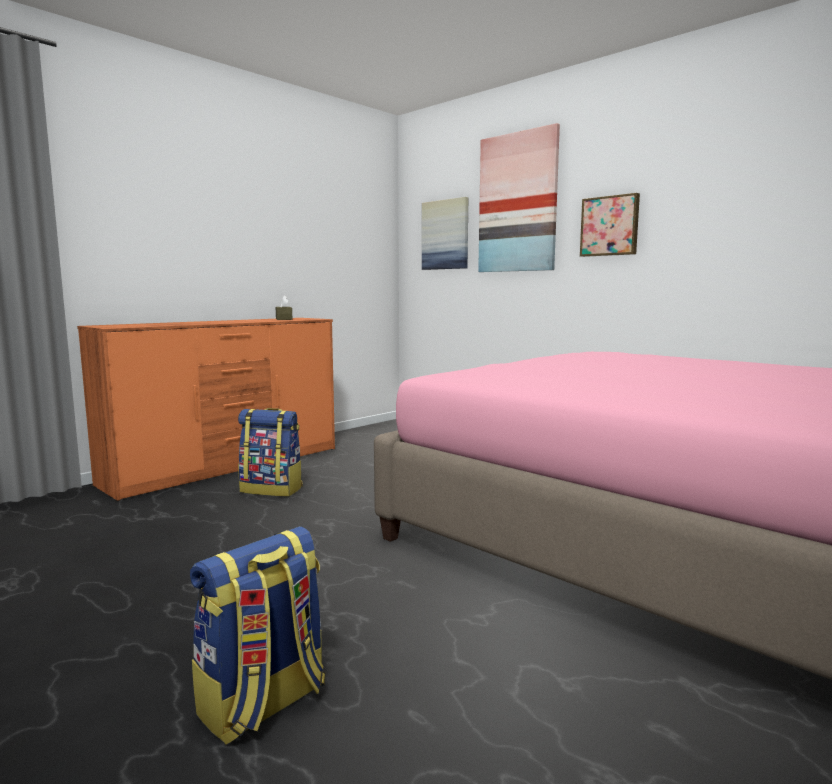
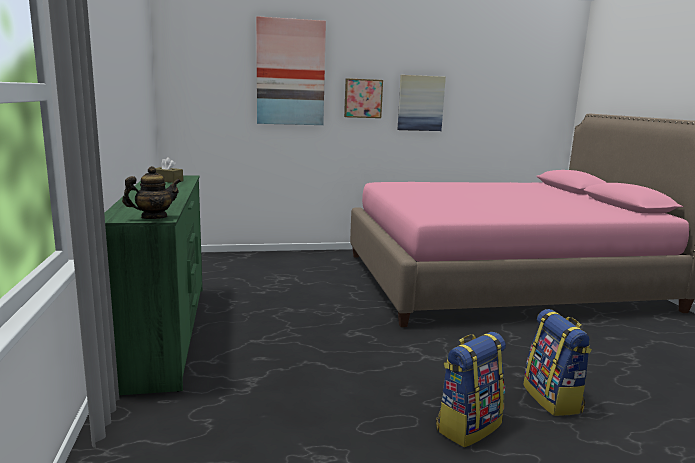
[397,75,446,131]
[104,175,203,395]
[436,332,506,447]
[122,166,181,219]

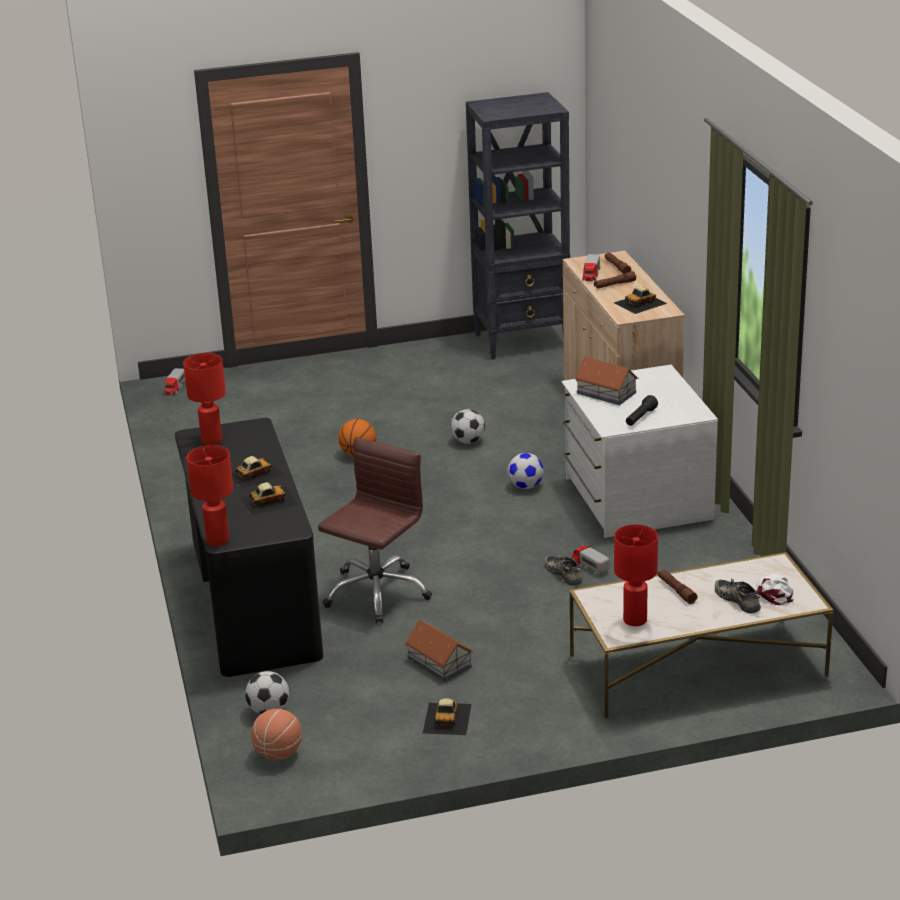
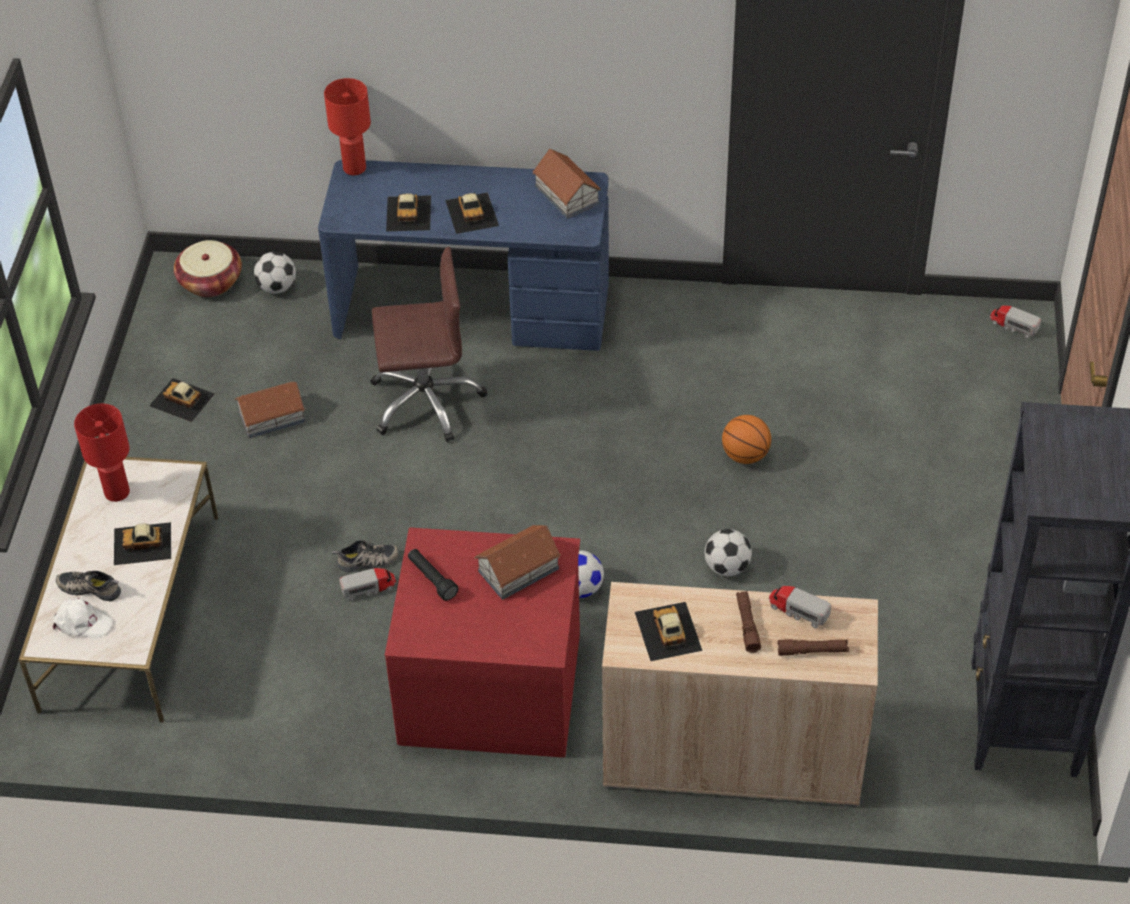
[533,149,601,219]
[385,528,580,757]
[318,160,609,351]
[370,247,487,442]
[114,522,171,565]
[56,571,121,601]
[174,240,242,297]

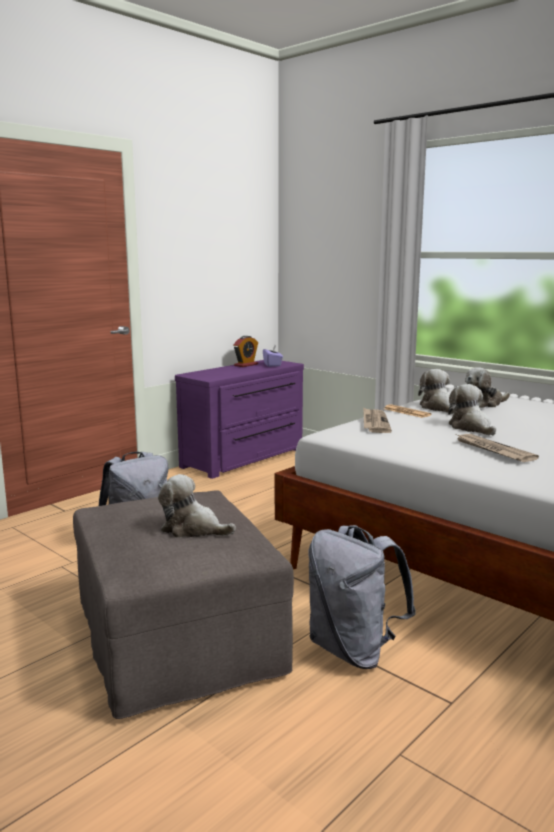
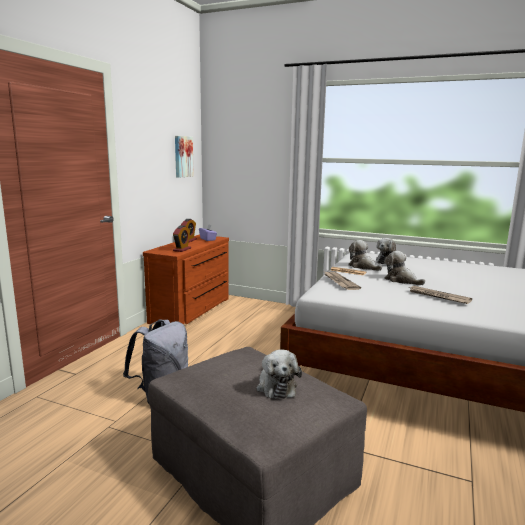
[143,235,229,325]
[256,350,302,400]
[308,525,416,669] (first image)
[175,136,194,178]
[173,225,191,252]

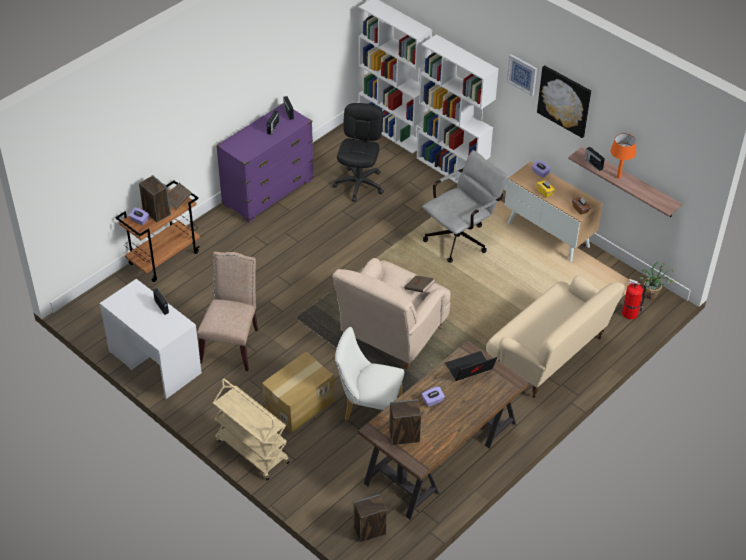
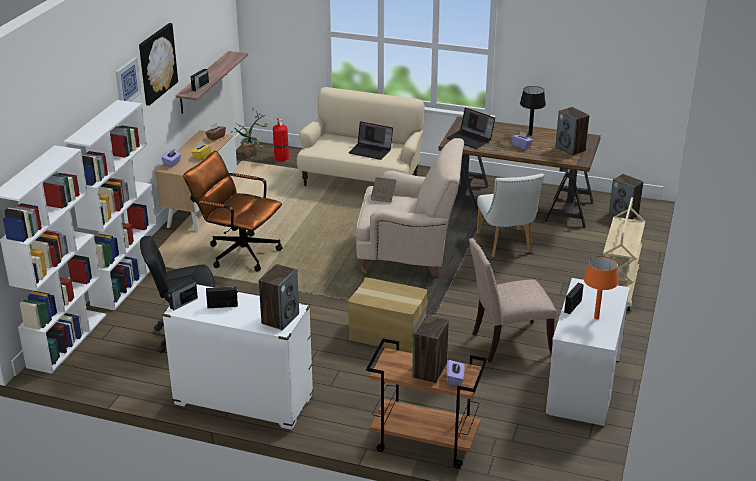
[162,284,313,430]
[584,256,619,319]
[183,151,283,272]
[168,183,192,210] (first image)
[347,277,428,353]
[520,86,546,136]
[349,121,393,160]
[259,264,299,331]

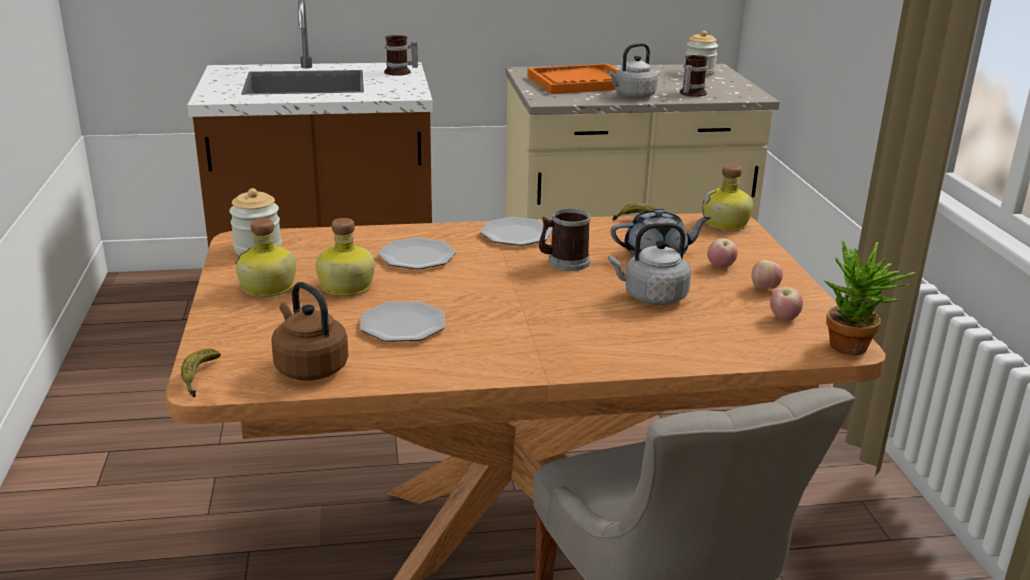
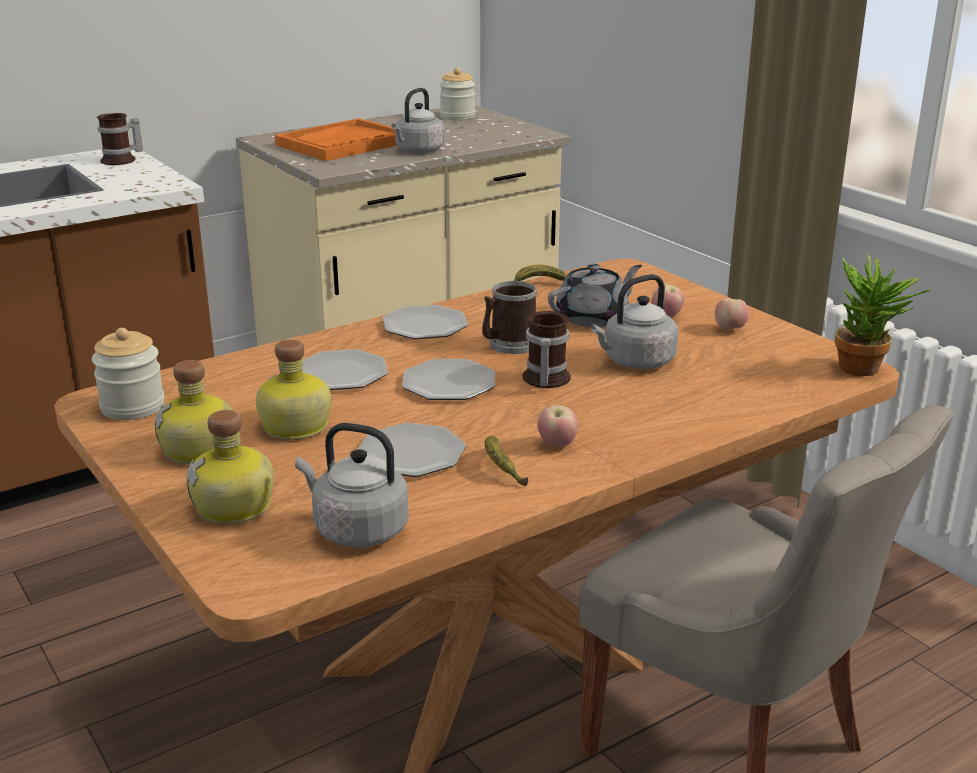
[523,311,571,388]
[187,410,274,524]
[295,423,409,547]
[537,405,578,447]
[485,436,528,486]
[402,359,495,400]

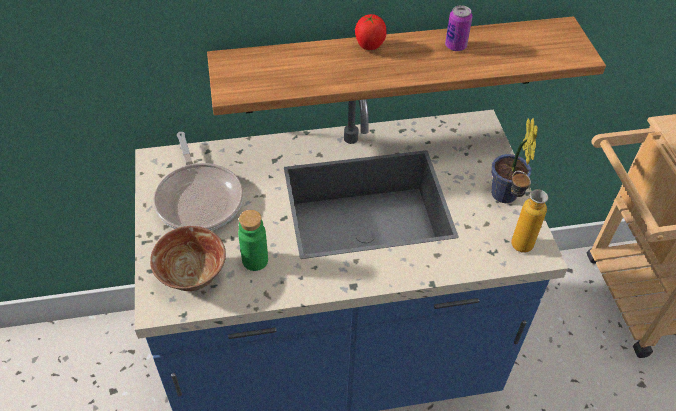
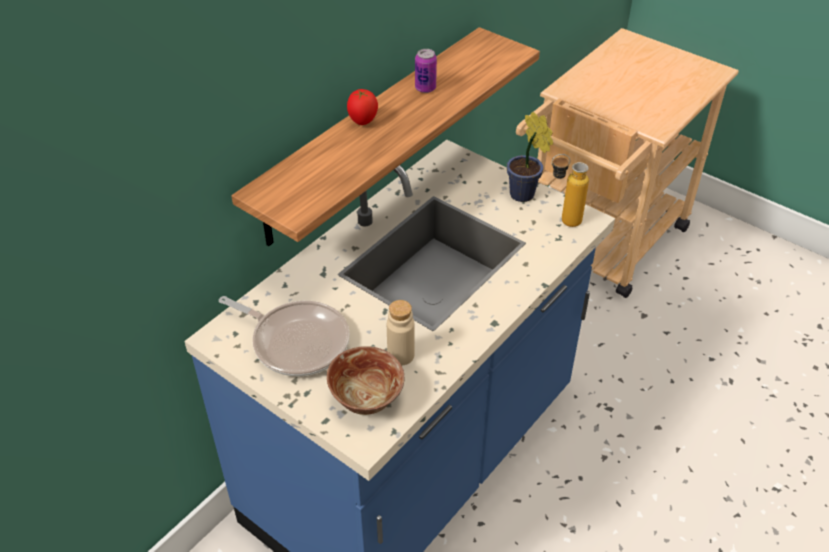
[387,300,415,365]

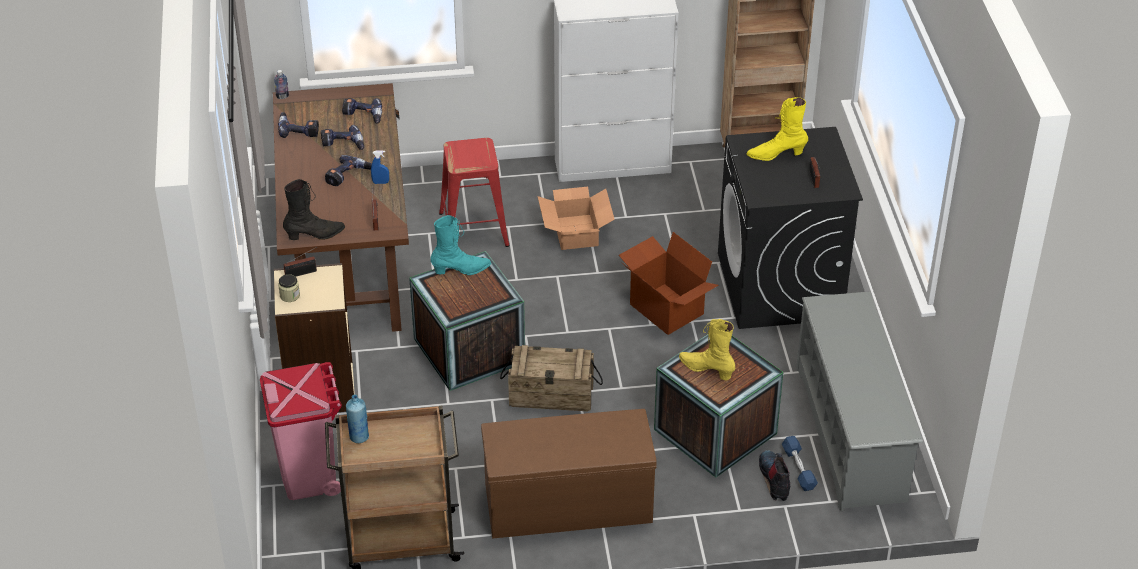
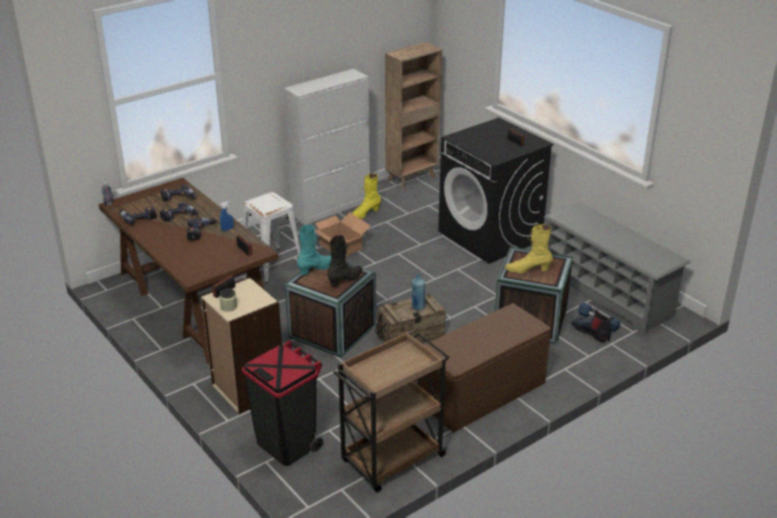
[352,173,381,219]
[243,192,301,283]
[328,235,363,287]
[619,232,719,335] (first image)
[242,341,323,466]
[412,274,425,311]

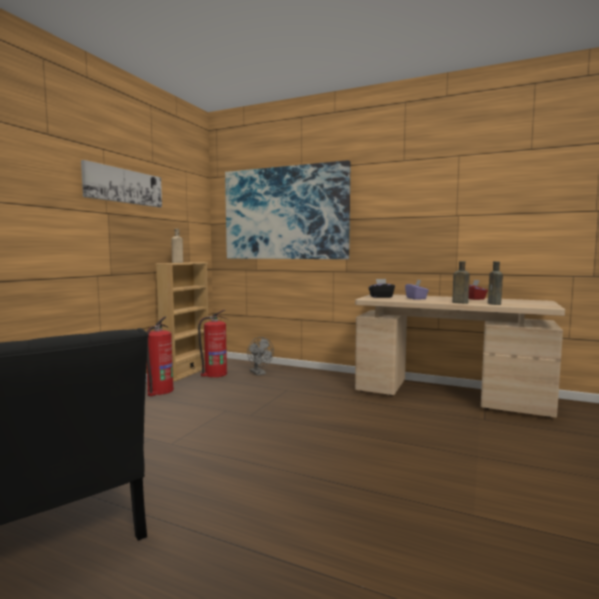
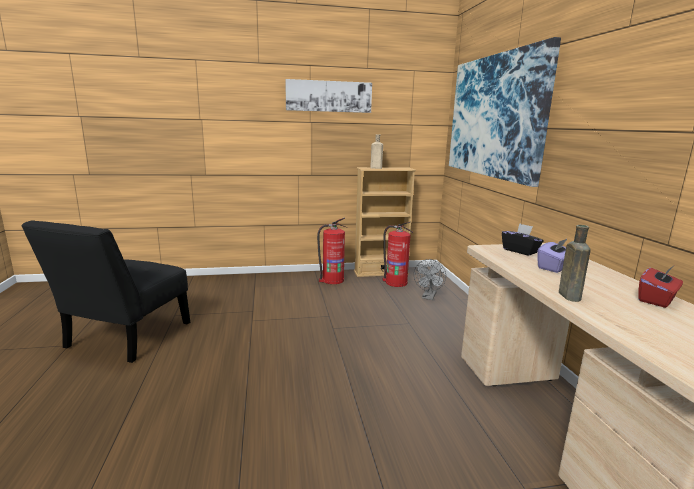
[488,261,503,305] (first image)

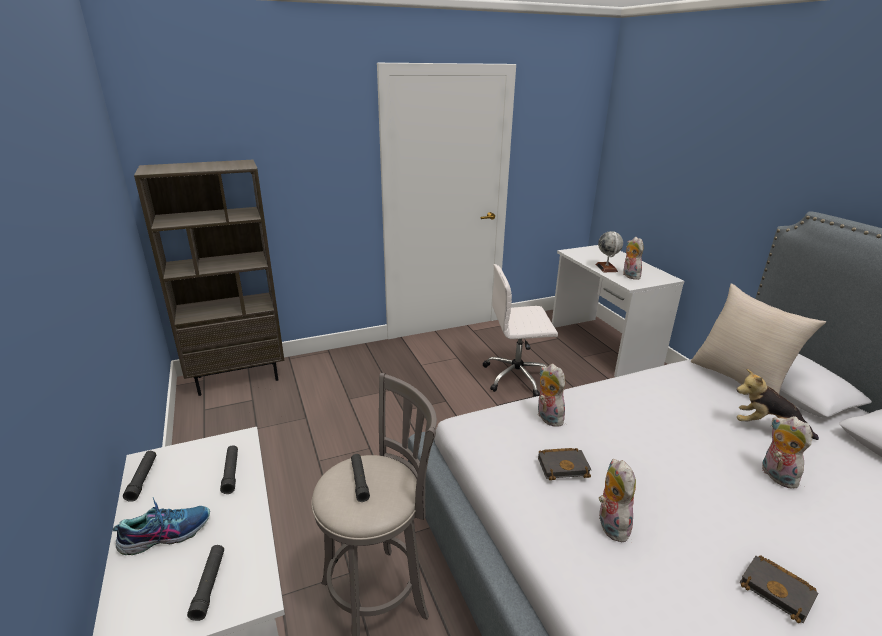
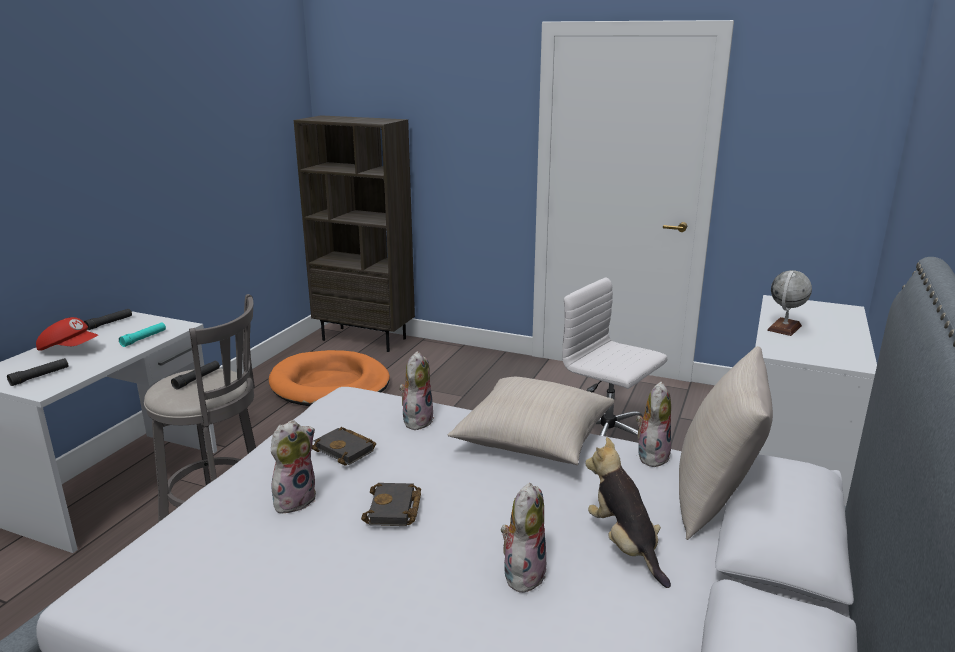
[636,381,671,467]
[119,322,166,347]
[36,317,98,351]
[361,483,421,526]
[269,350,390,406]
[448,377,615,465]

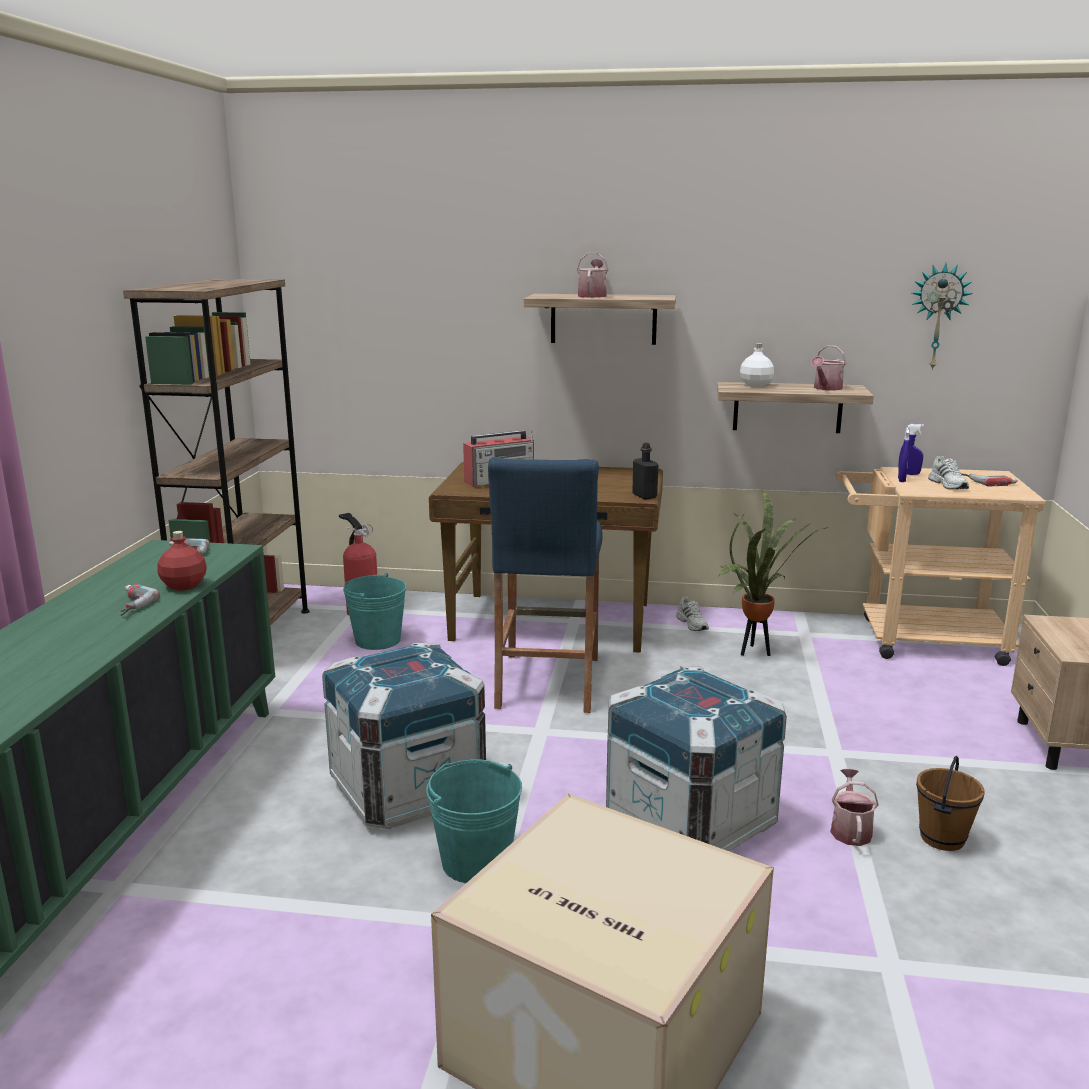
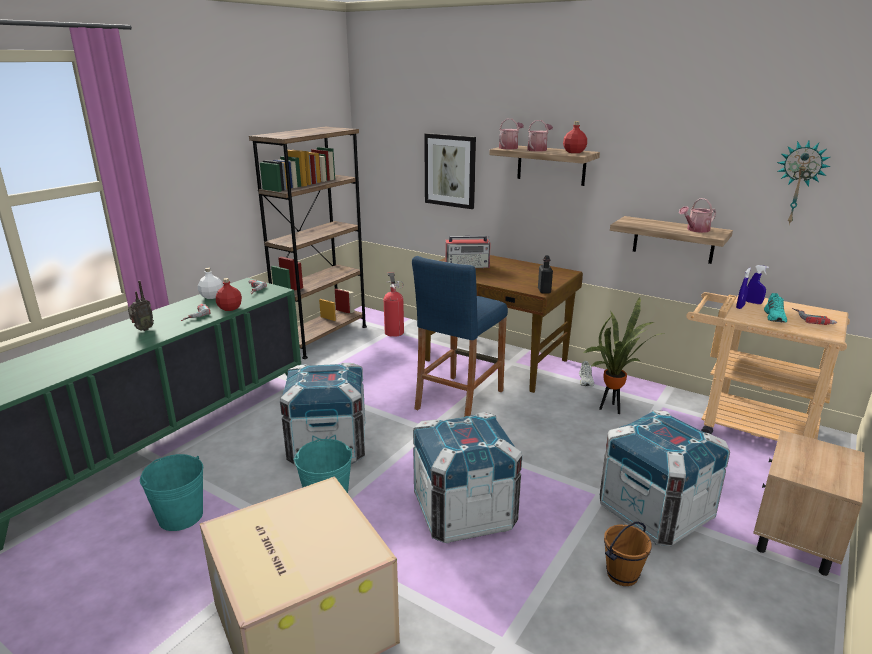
[198,268,223,299]
[764,293,787,323]
[140,454,203,531]
[499,119,524,149]
[563,121,587,153]
[424,133,476,209]
[128,281,154,331]
[600,410,730,546]

